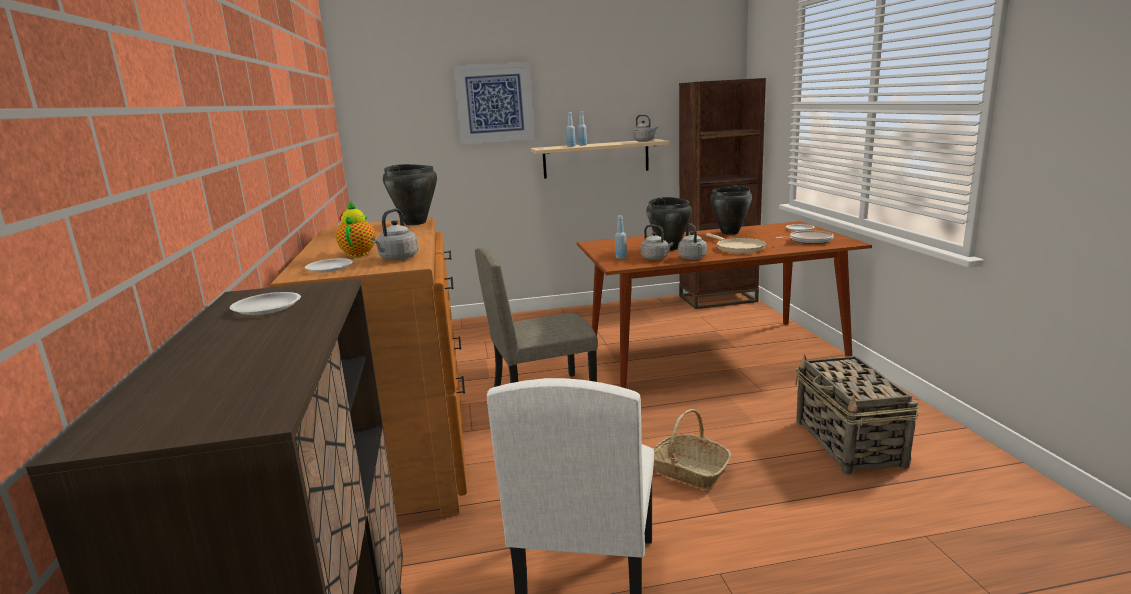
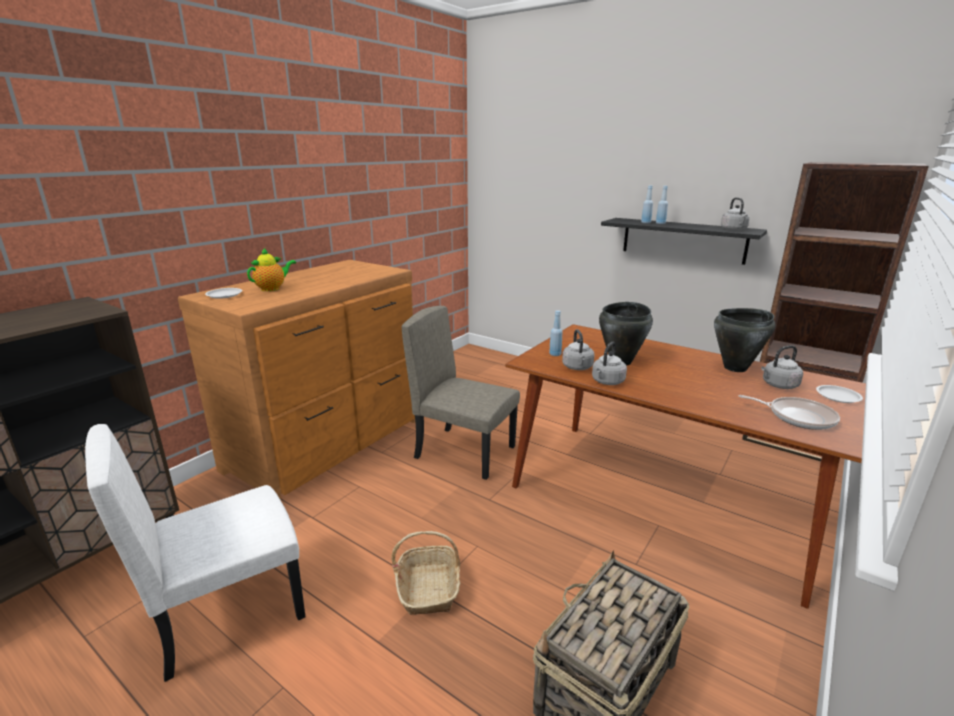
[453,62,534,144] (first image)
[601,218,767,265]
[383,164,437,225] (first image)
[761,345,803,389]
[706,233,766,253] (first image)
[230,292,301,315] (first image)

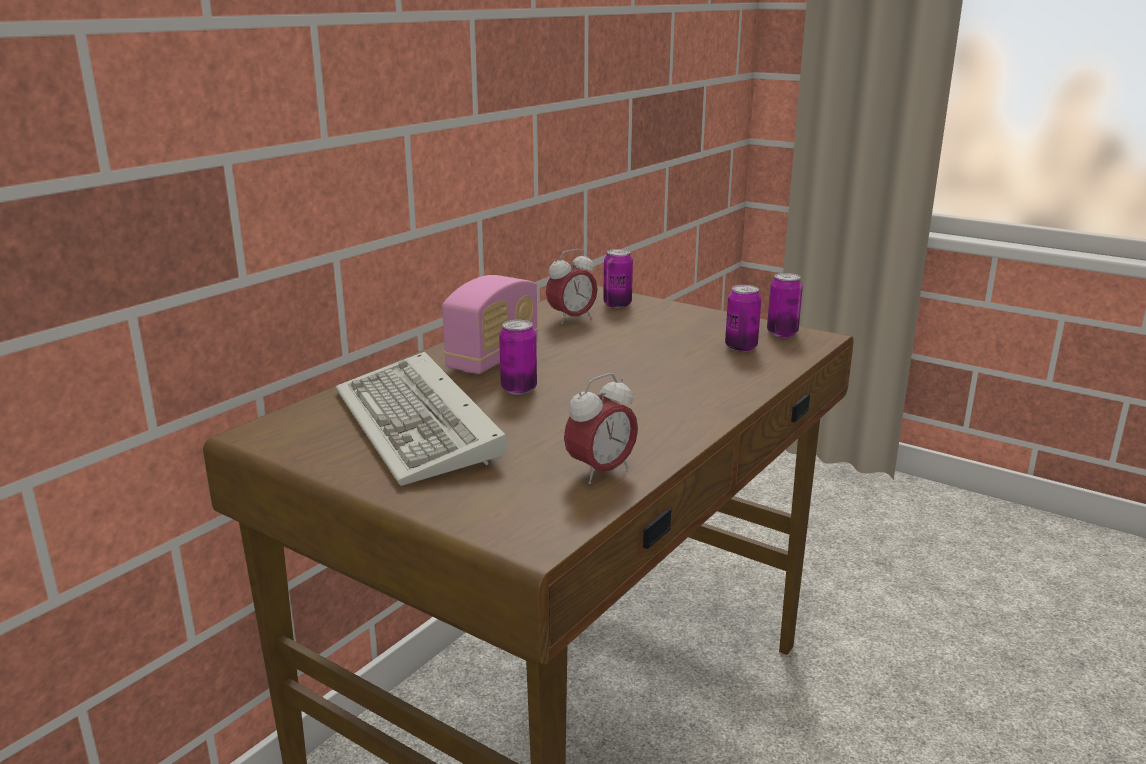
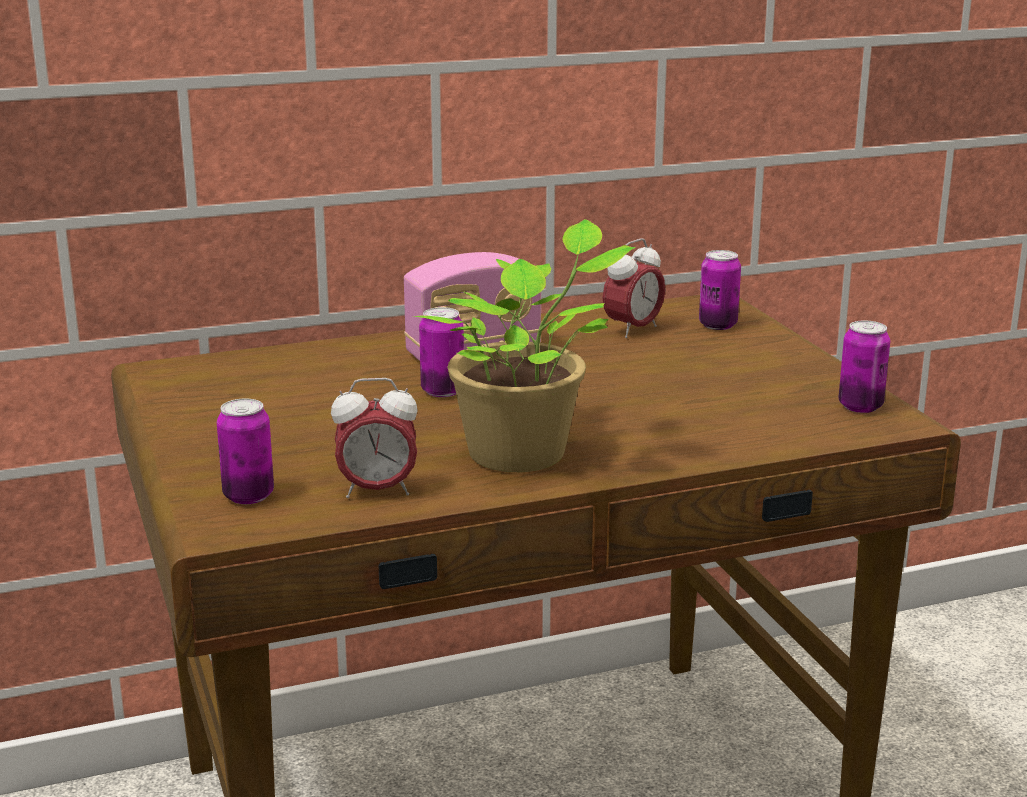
[603,238,665,338]
[217,399,274,504]
[336,352,508,486] (first image)
[413,219,636,472]

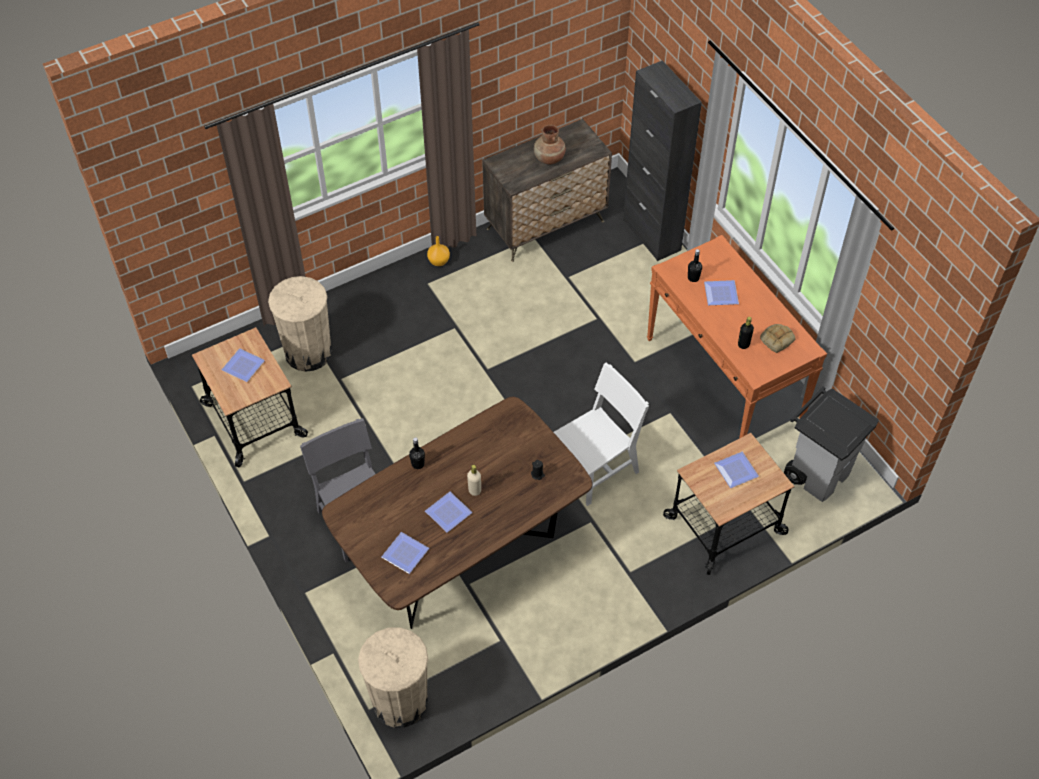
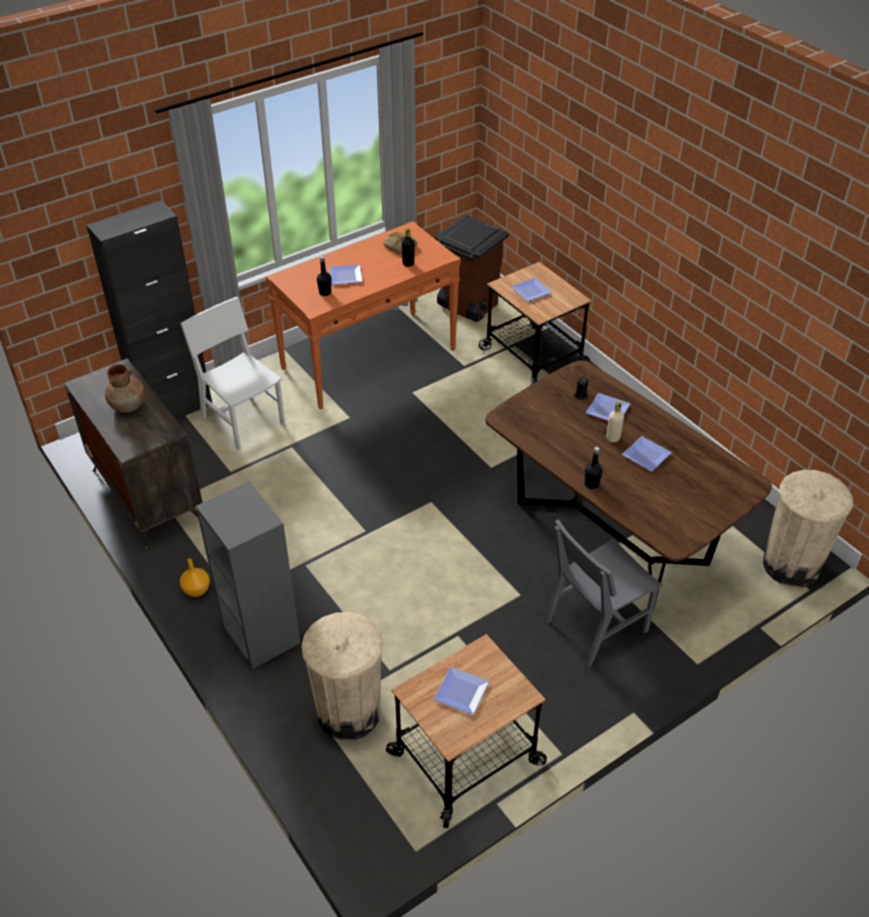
[180,297,285,450]
[435,215,509,322]
[586,393,631,421]
[196,482,300,669]

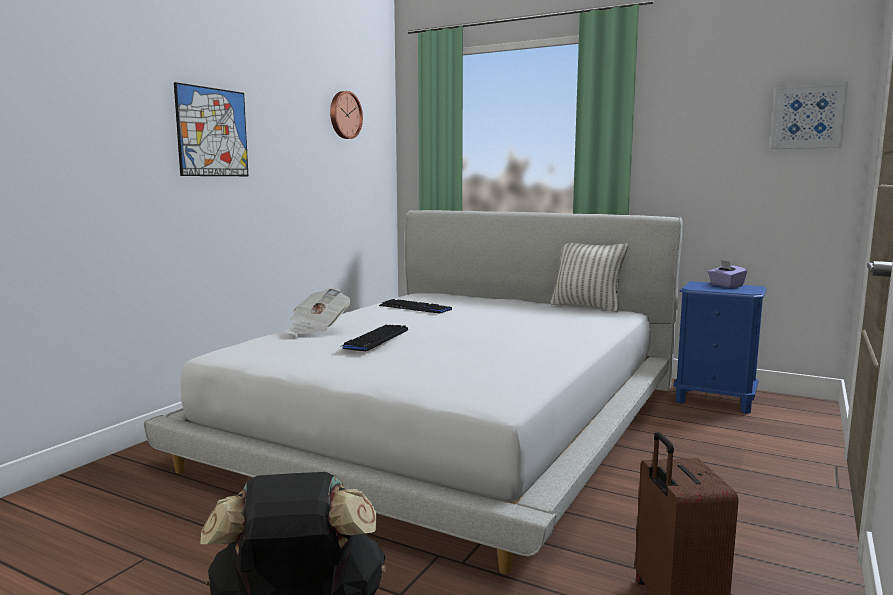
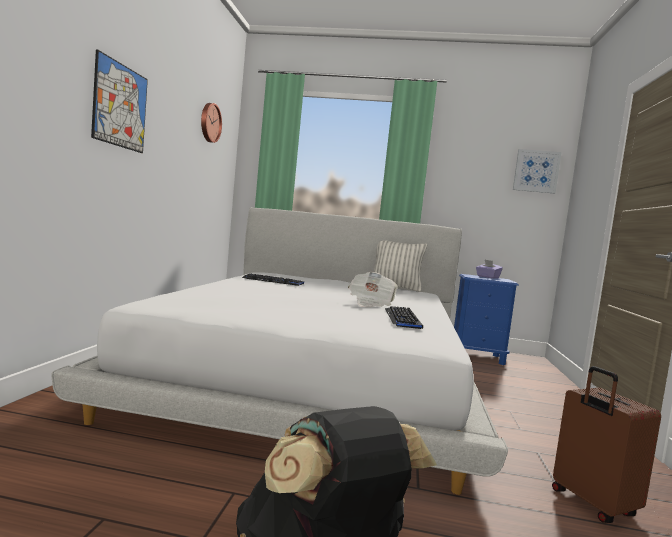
[348,272,398,307]
[385,306,423,329]

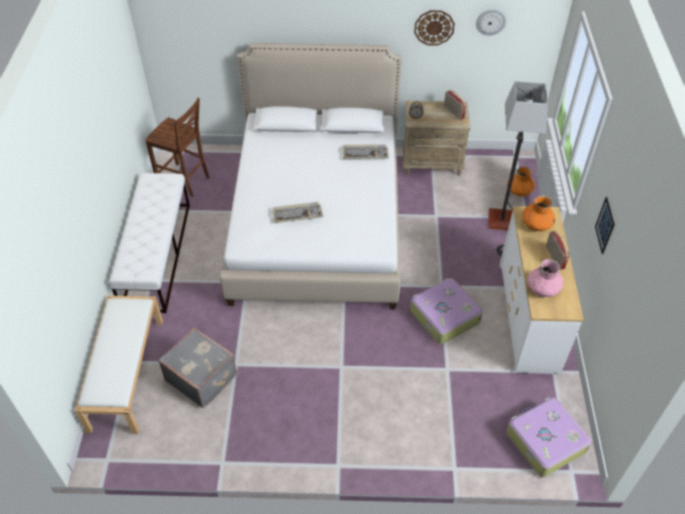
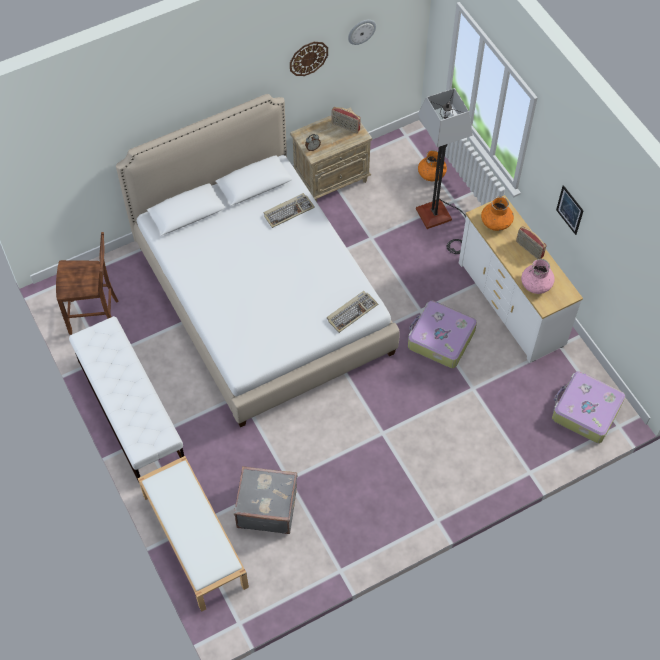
[327,291,378,333]

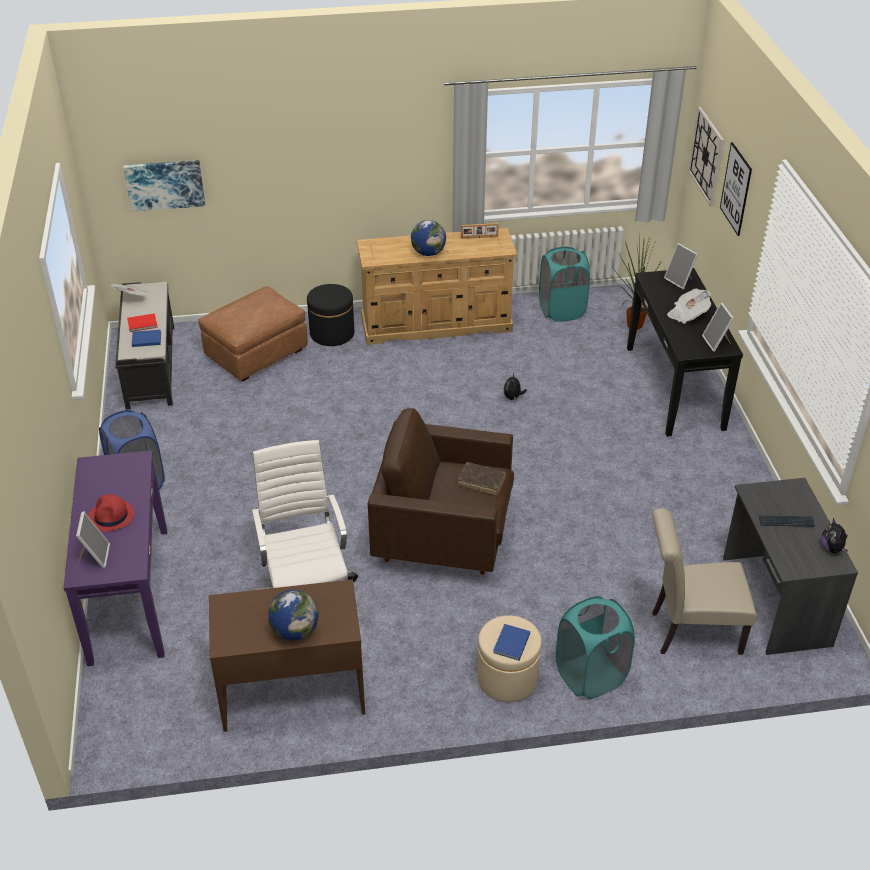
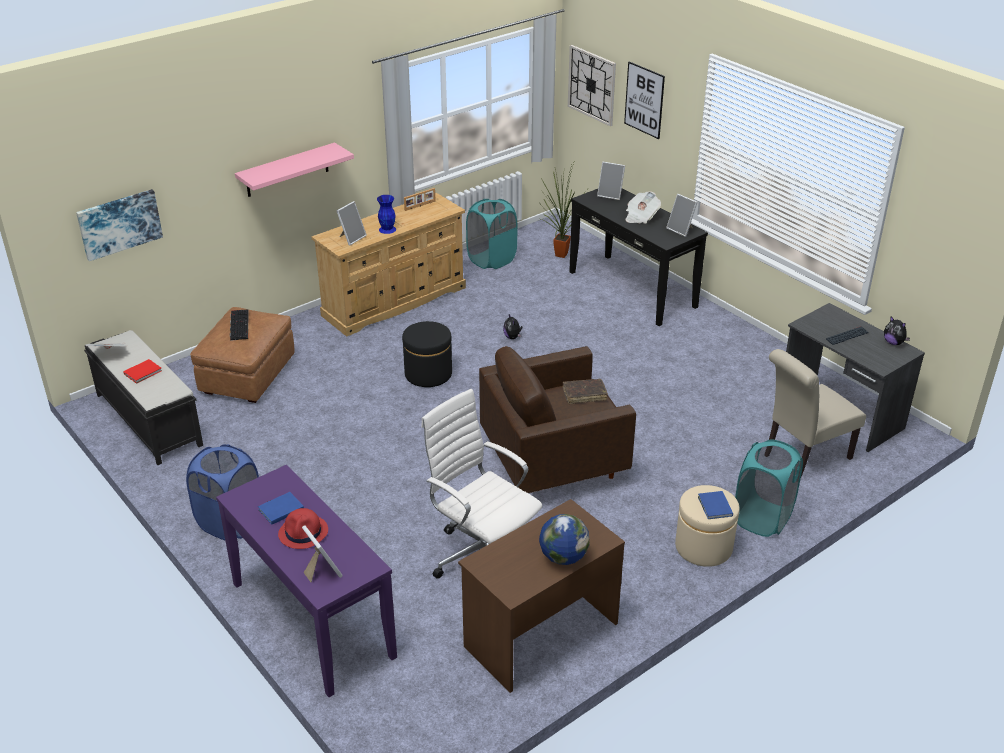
[377,195,396,234]
[402,321,452,387]
[258,492,304,525]
[235,142,354,197]
[336,201,367,246]
[230,310,249,341]

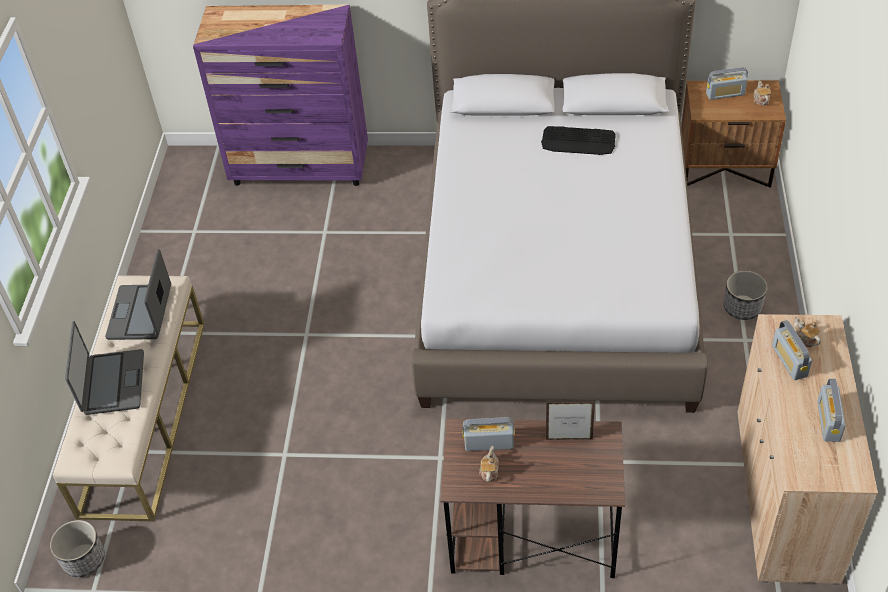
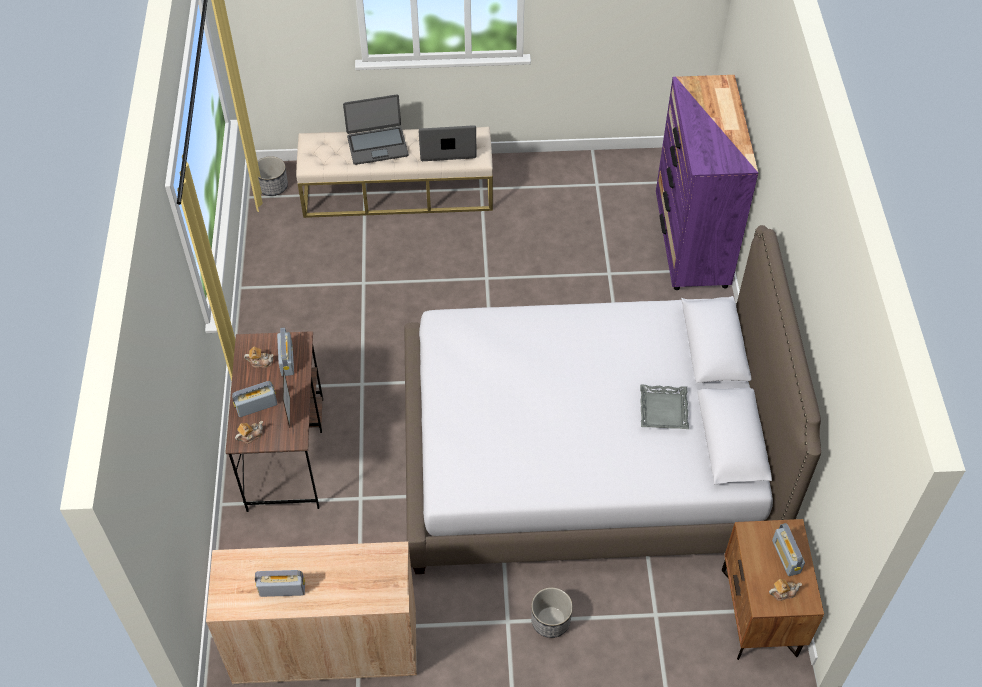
[640,384,689,429]
[235,421,263,444]
[232,381,277,417]

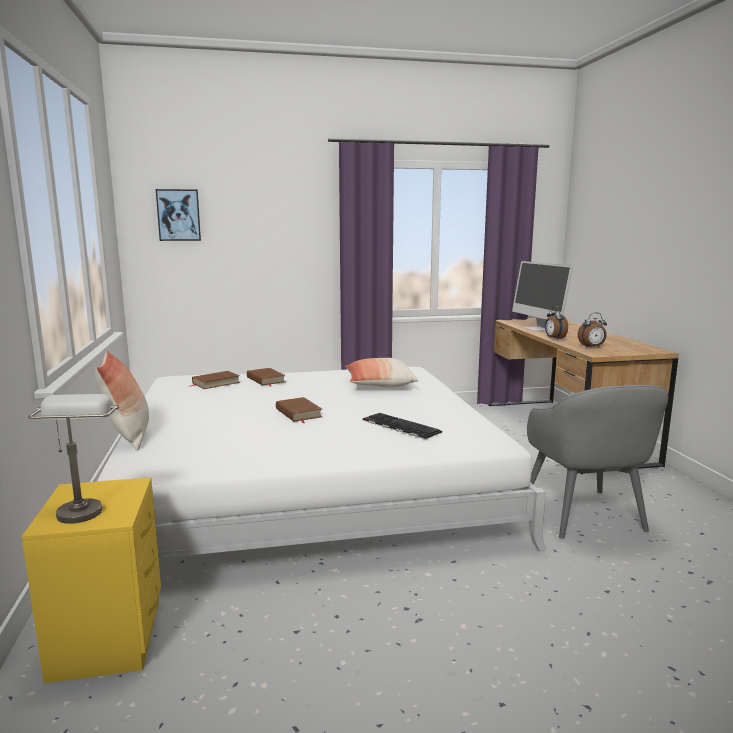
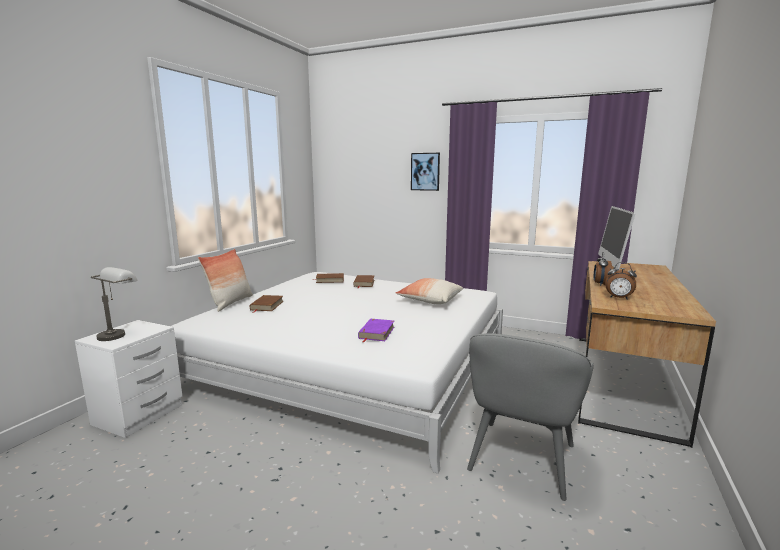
[411,153,440,191]
[250,295,284,313]
[358,319,394,343]
[75,320,182,438]

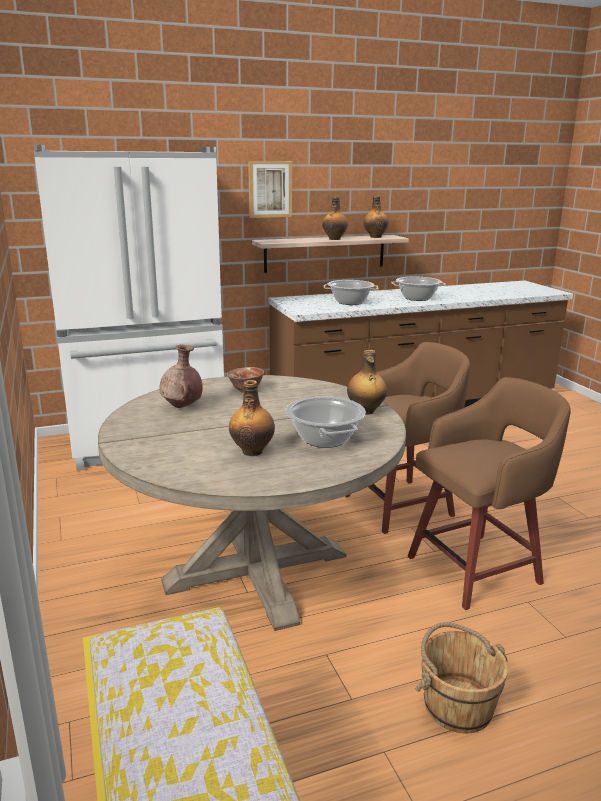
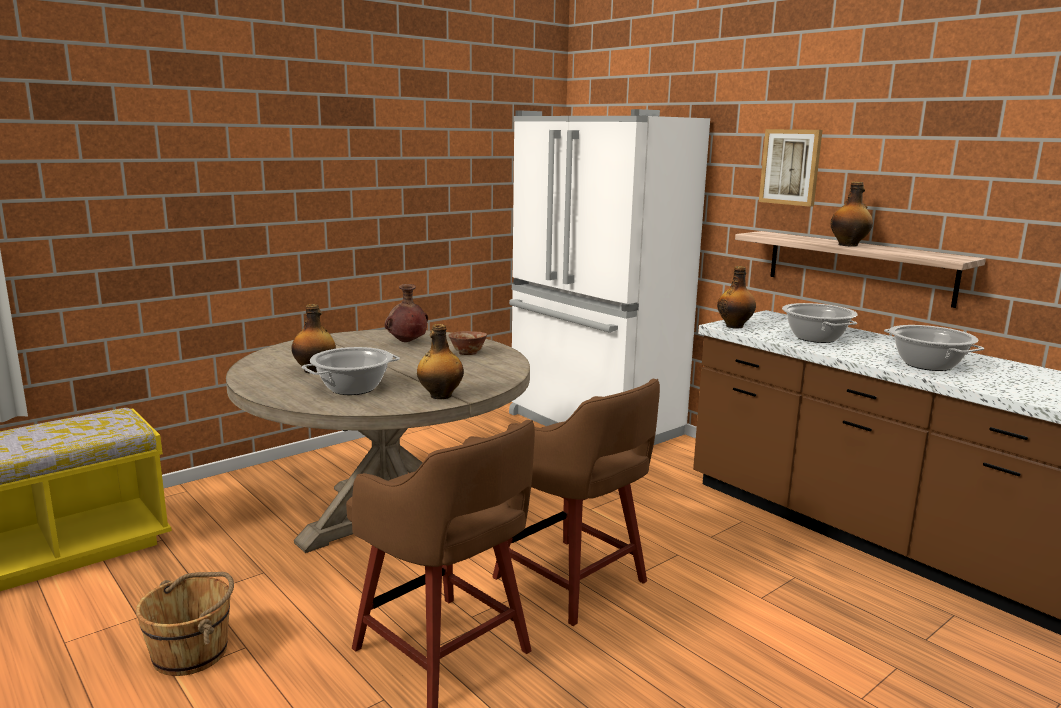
[717,266,756,329]

